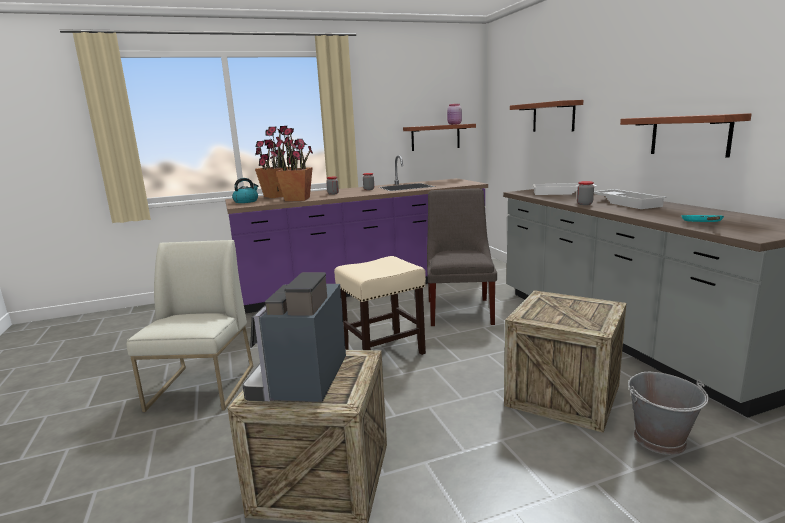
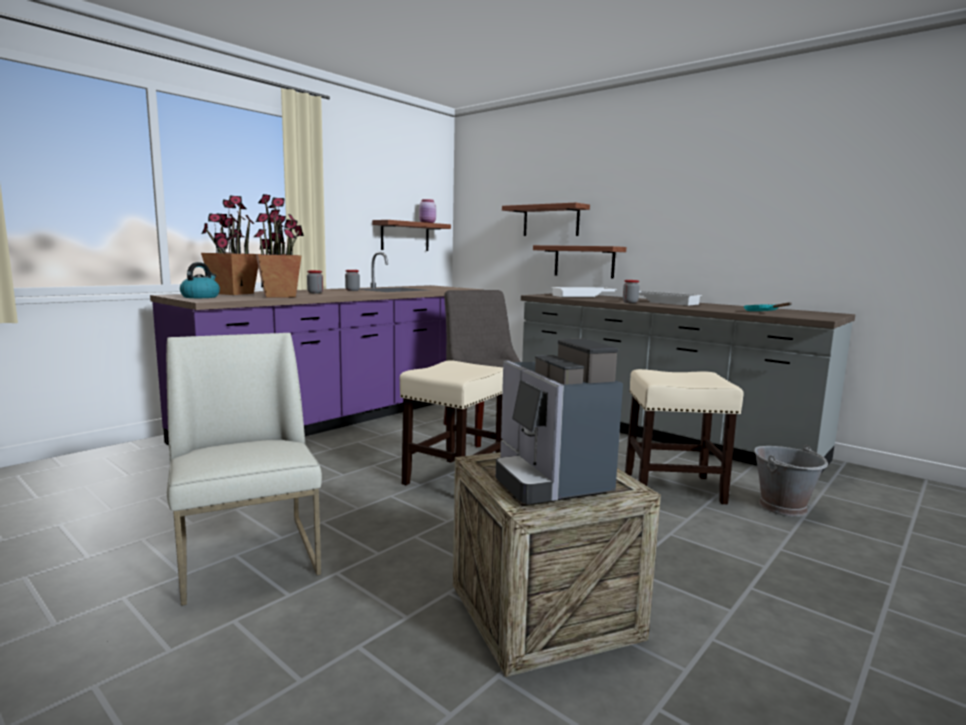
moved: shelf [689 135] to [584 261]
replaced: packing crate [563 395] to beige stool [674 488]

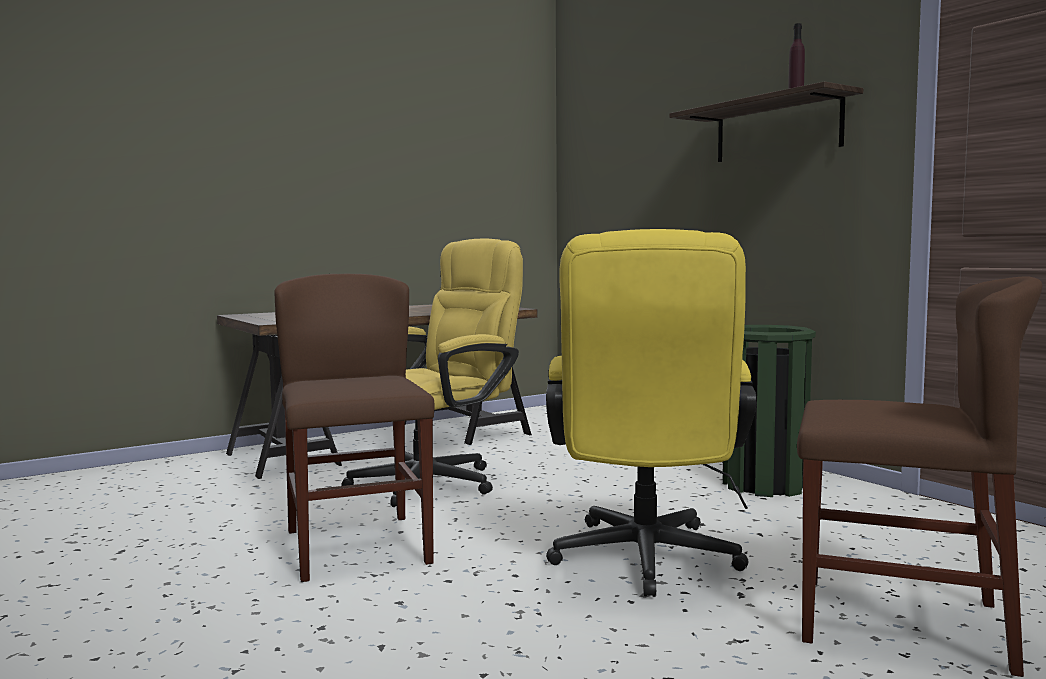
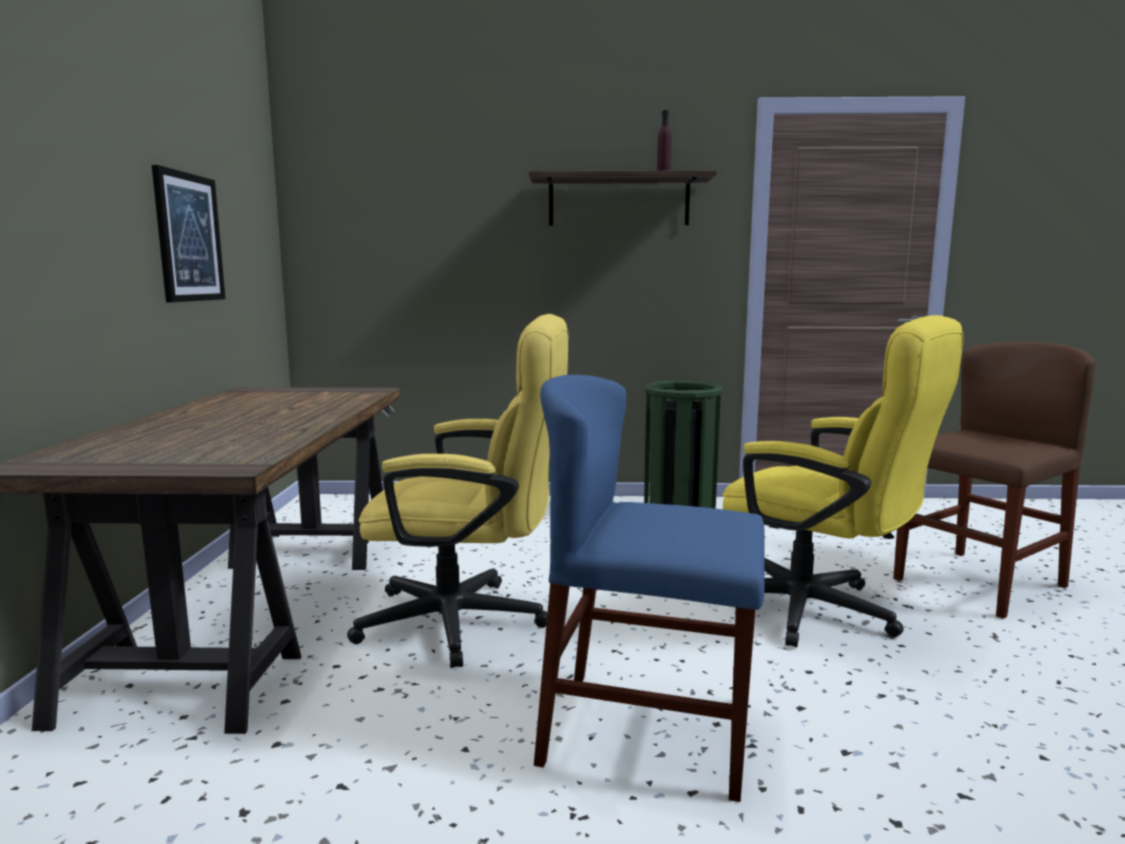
added: wall art [188 237]
recoloured: brownish upright chair [357 547] to blue-coloured upright chair [647 731]
turned: yellow-coloured desk chair [437 481] = [470 622] 105 degrees clockwise

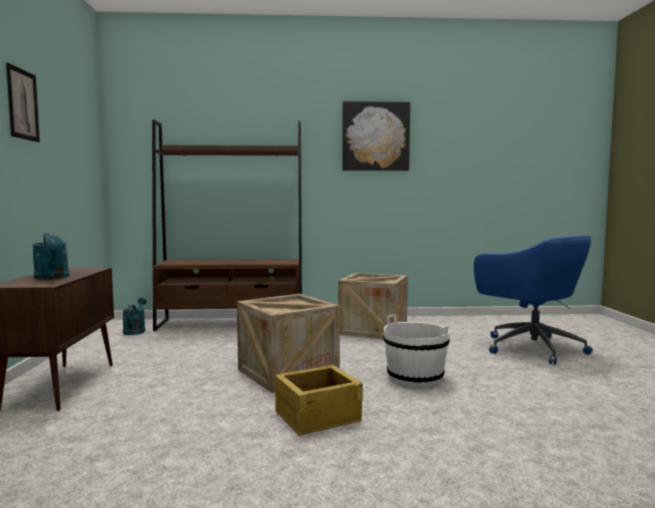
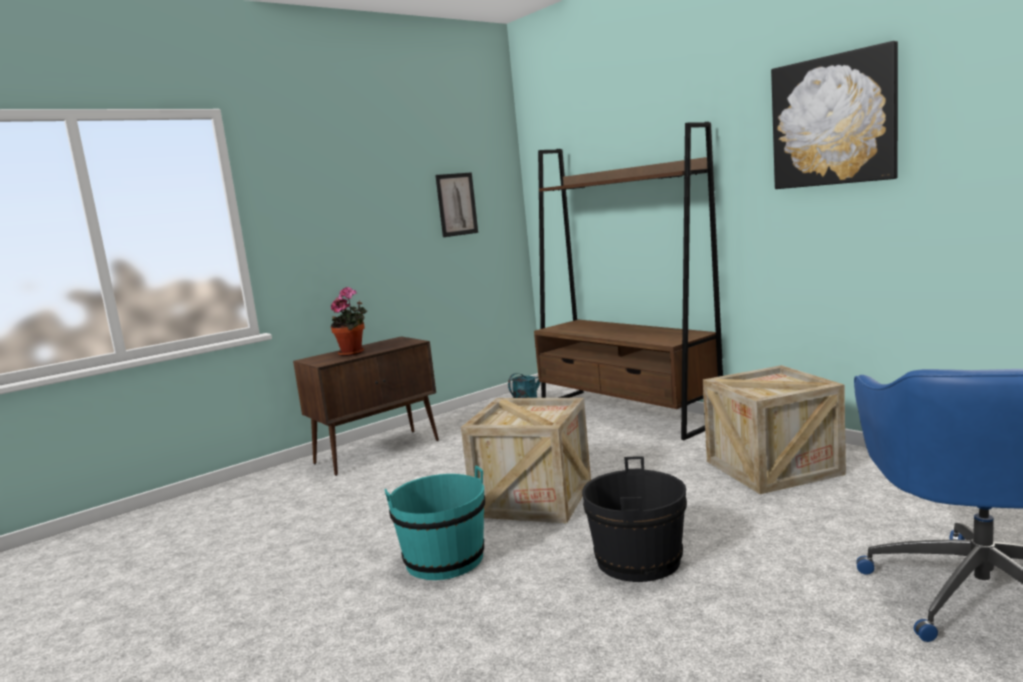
moved: wall art [22 104] to [456 204]
replaced: turquoise-coloured watering pot [53 277] to houseplant [353 353]; packing crate [316 416] to turquoise-coloured pail [444 559]
recoloured: whitish pail [415 377] to black pail [639 560]

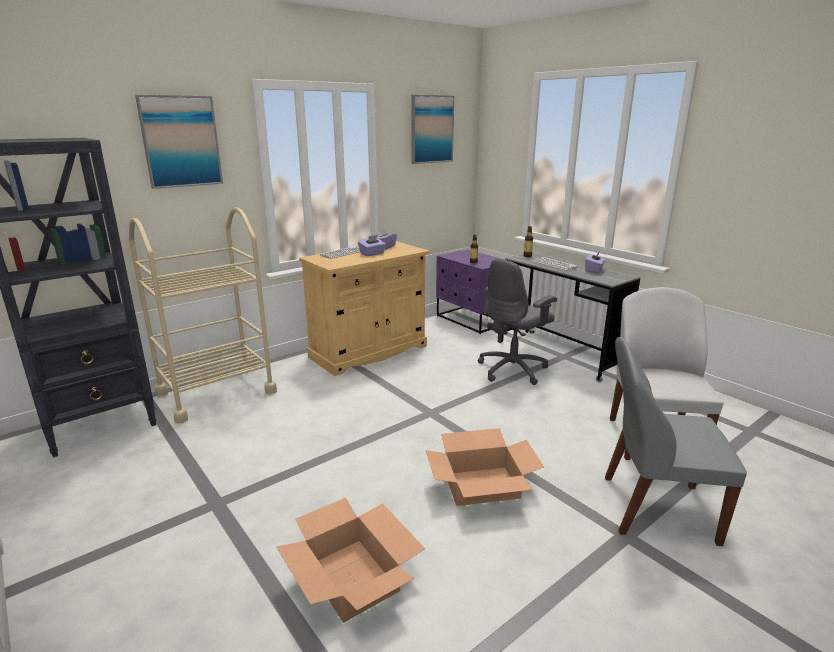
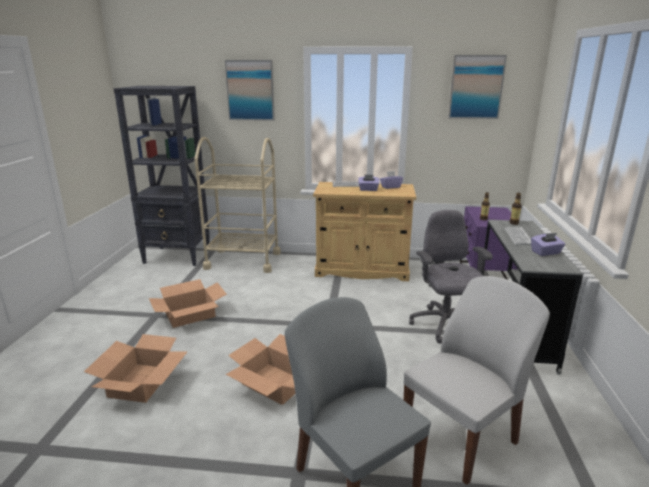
added: cardboard box [190 315]
turned: grey desk chair [513 369] = [444 325] 75 degrees clockwise

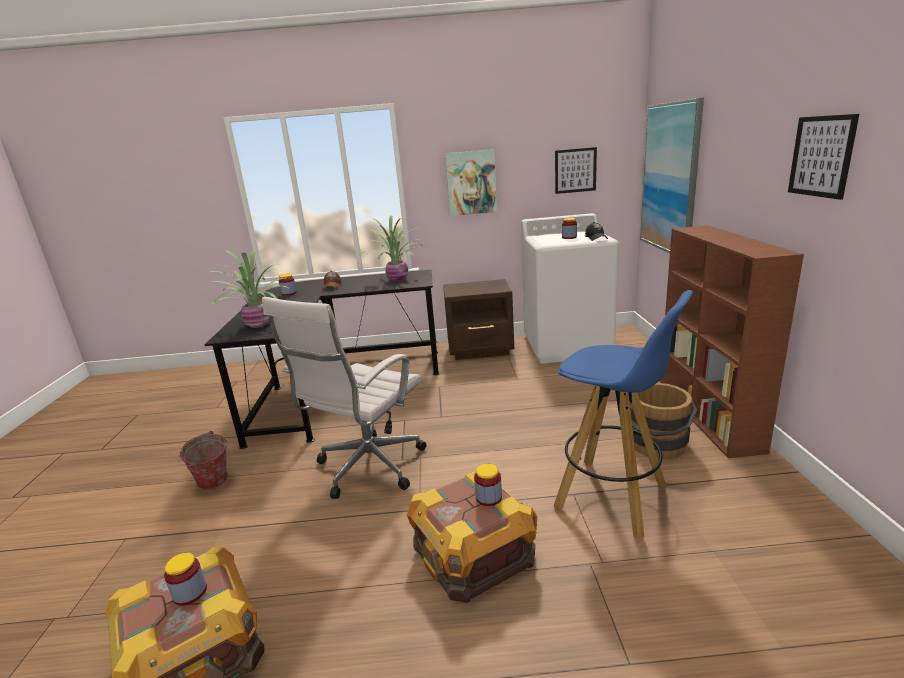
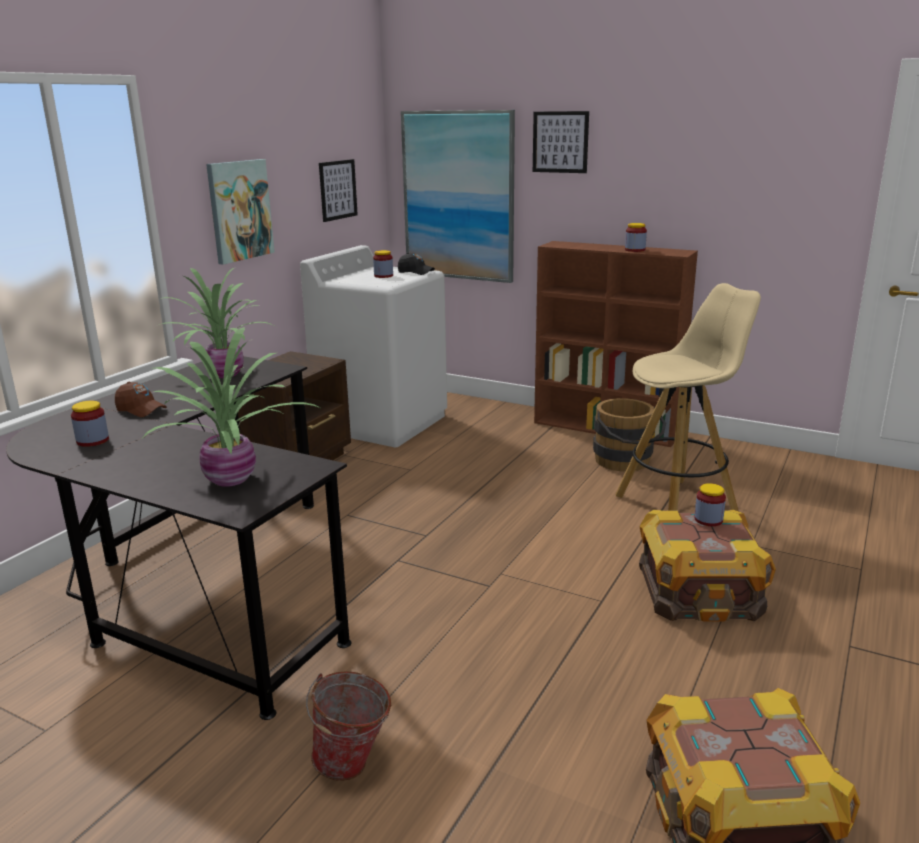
removed: whitish desk chair [367 469]
moved: wall art [821 156] to [560 142]; preserve jar [190 593] to [635 250]
recoloured: blue-coloured stool [613 497] to beige stool [677 505]

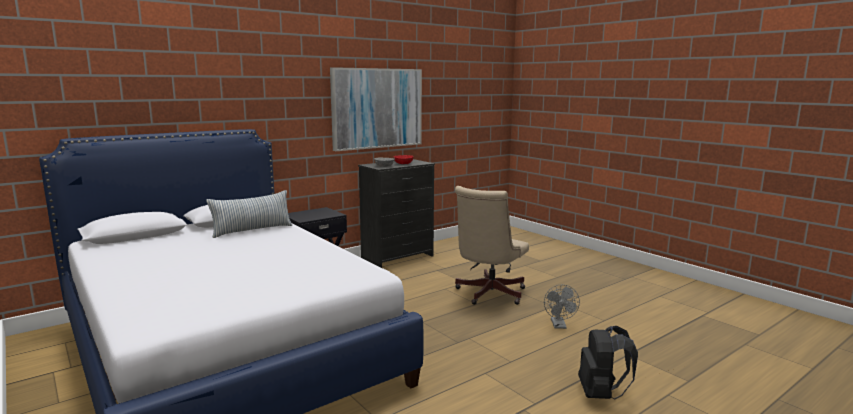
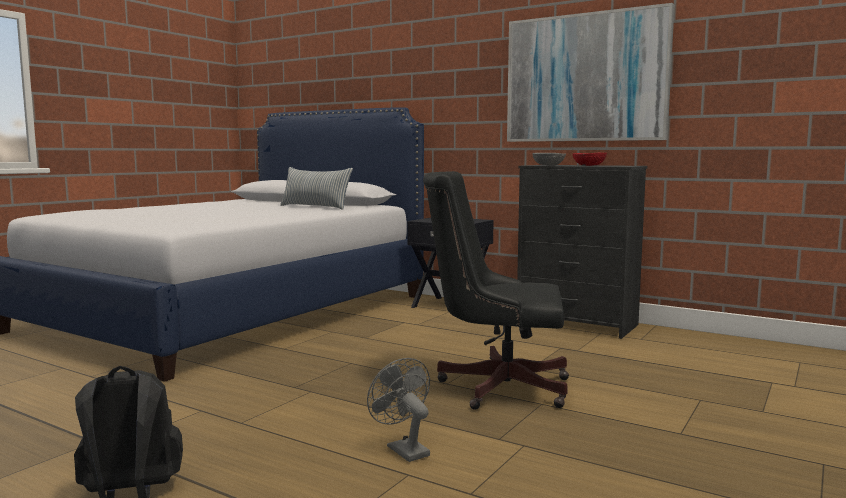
recoloured: beige desk chair [488 294] to black desk chair [496 386]
turned: grey electric fan [559 326] = [403 449] 75 degrees clockwise

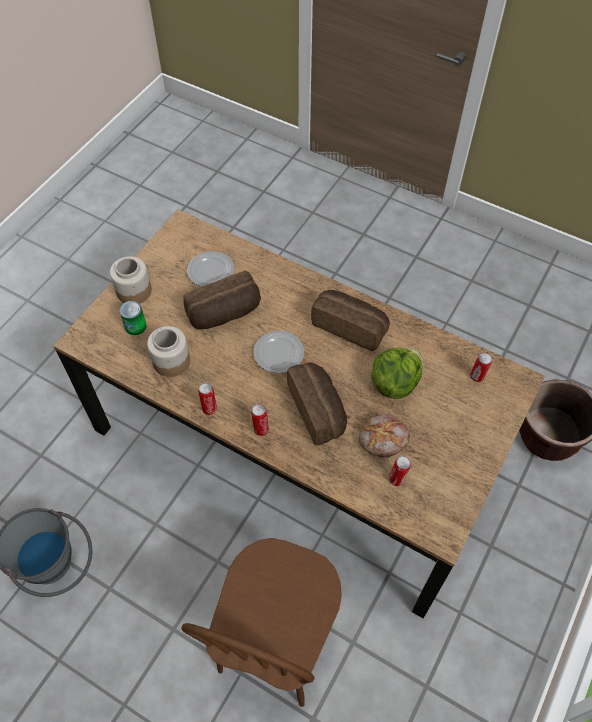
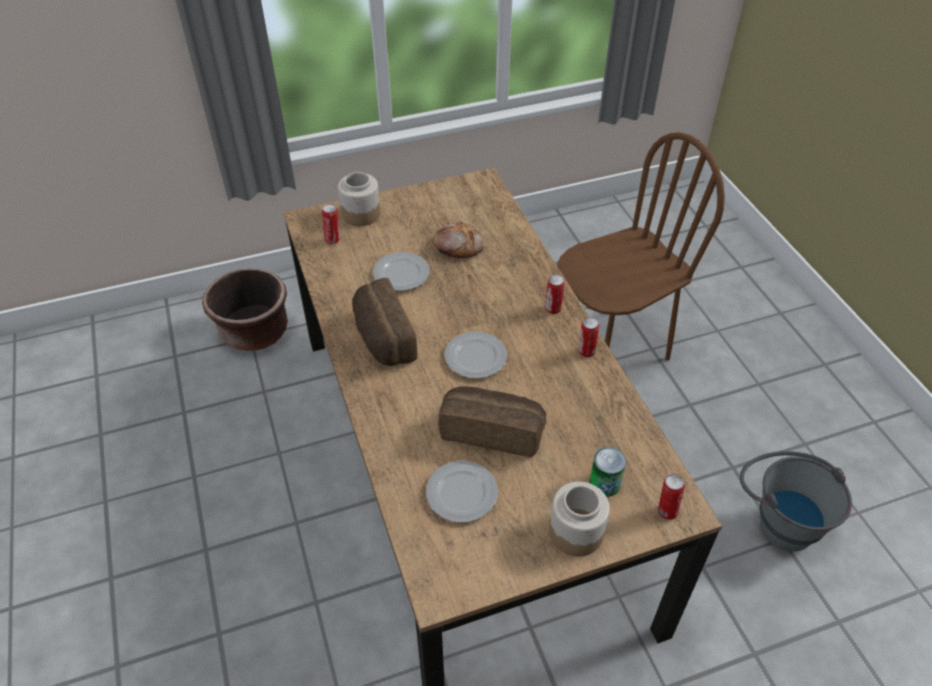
removed: baked bread [319 410]
moved: preserve jar [171 361] to [361 214]; metal can [397 479] to [666 511]
replaced: lettuce head [394 383] to dinner plate [402 274]

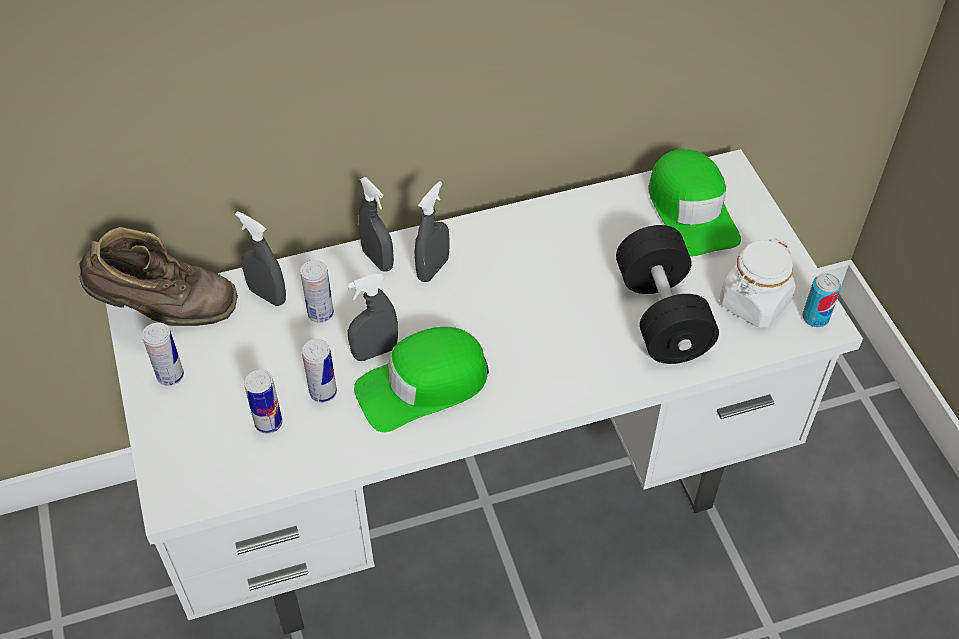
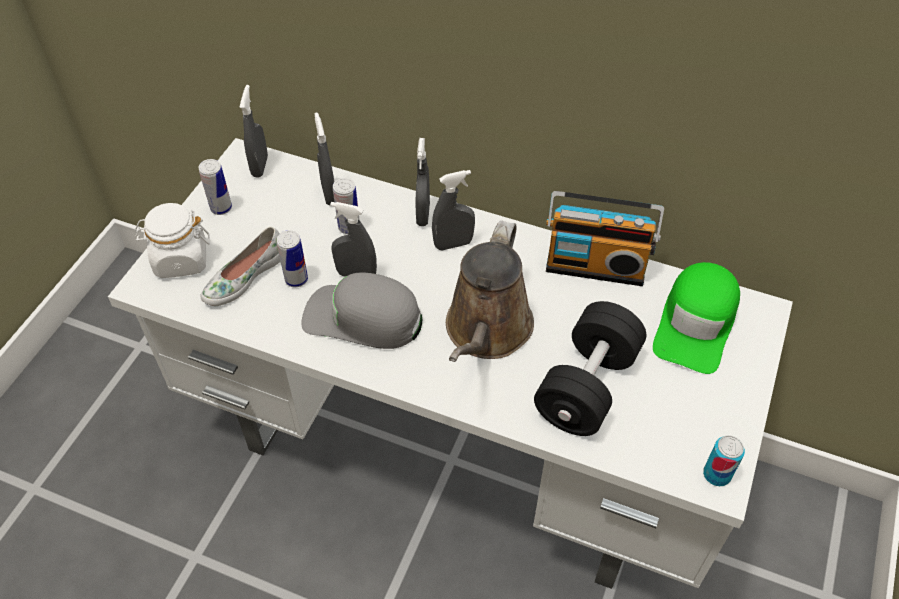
added: radio set [595 265]; brownish watering pot [486 331]
moved: whitish preserve jar [754 303] to [180 259]
replaced: brownish boot [165 312] to grey sprayer [260 166]; metal can [268 423] to whitish item of footwear [244 276]
recoloured: greenish cap [423 386] to grey cap [362 318]

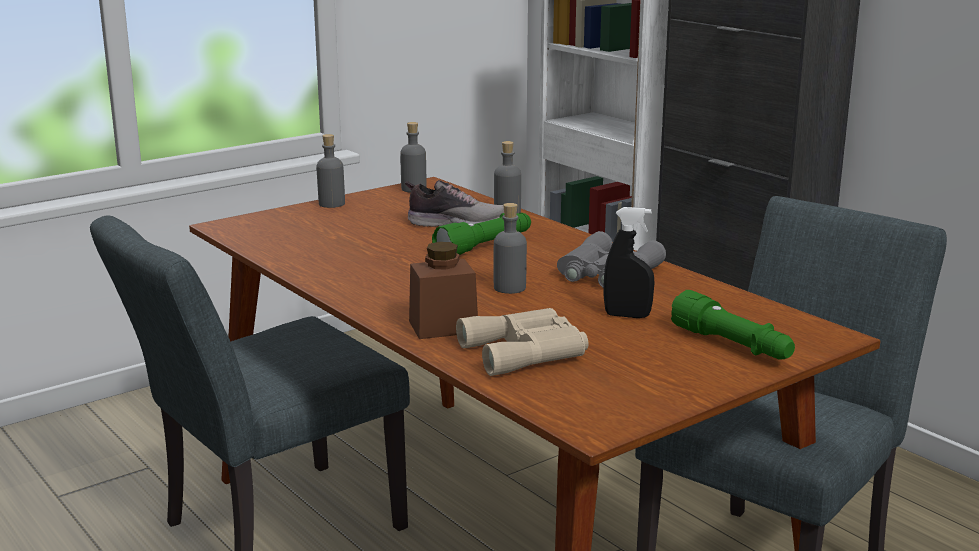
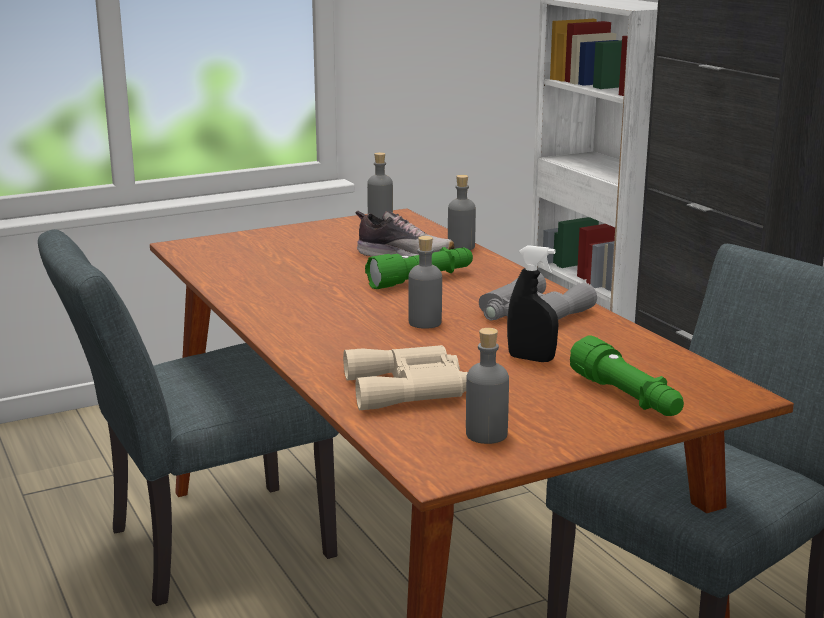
removed: brownish preserve jar [443 327]
moved: grey drink bottle [331 204] to [486 434]

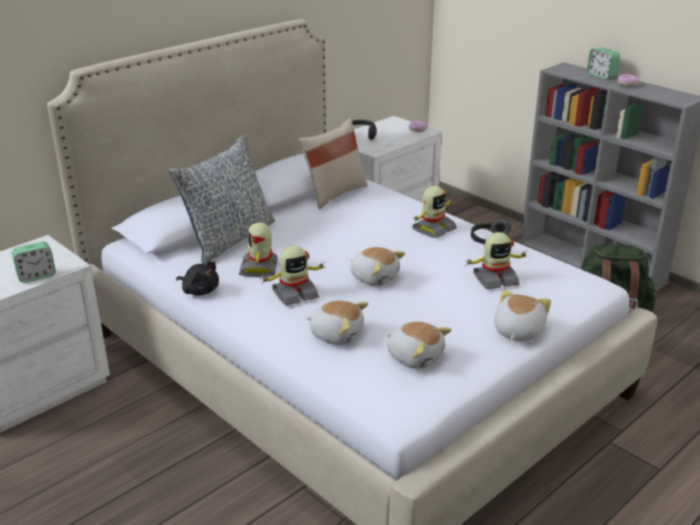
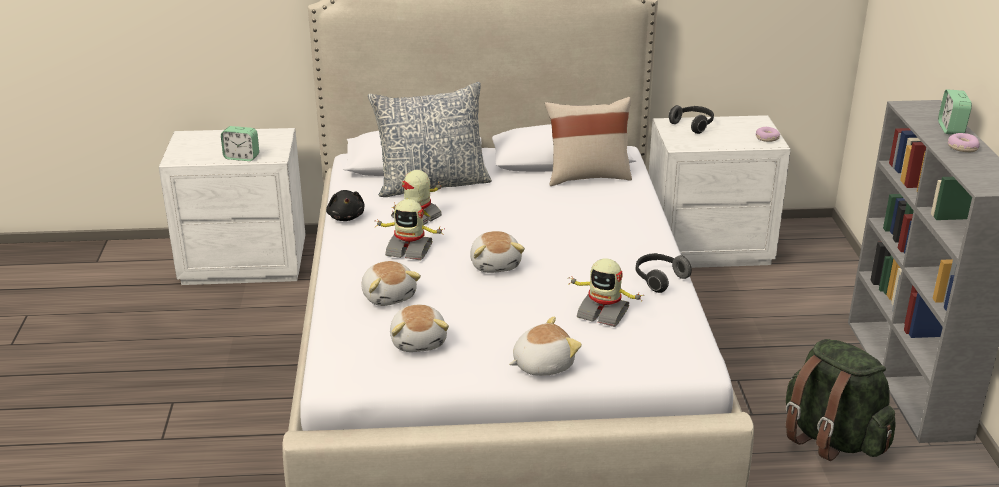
removed: model robot [433 229]

